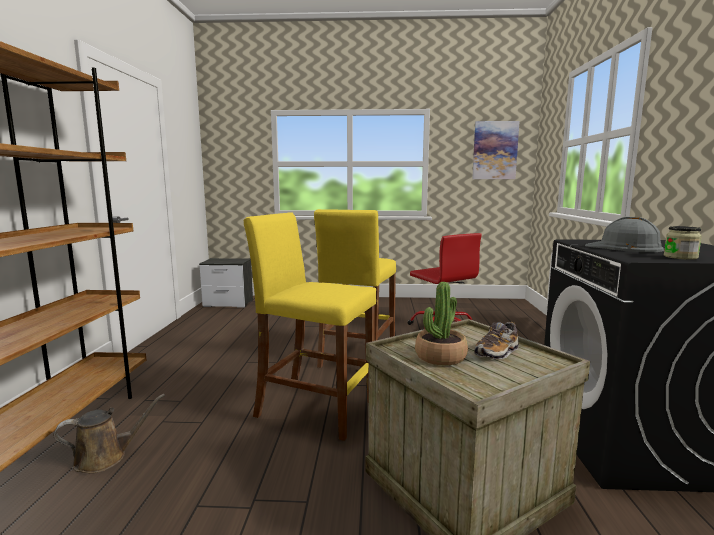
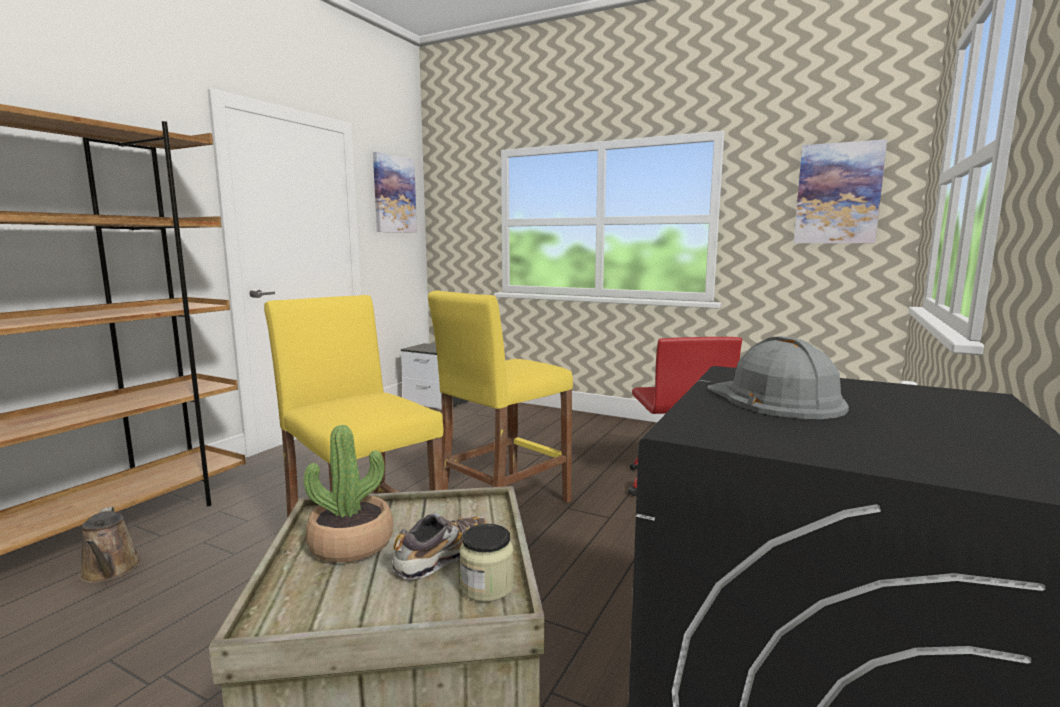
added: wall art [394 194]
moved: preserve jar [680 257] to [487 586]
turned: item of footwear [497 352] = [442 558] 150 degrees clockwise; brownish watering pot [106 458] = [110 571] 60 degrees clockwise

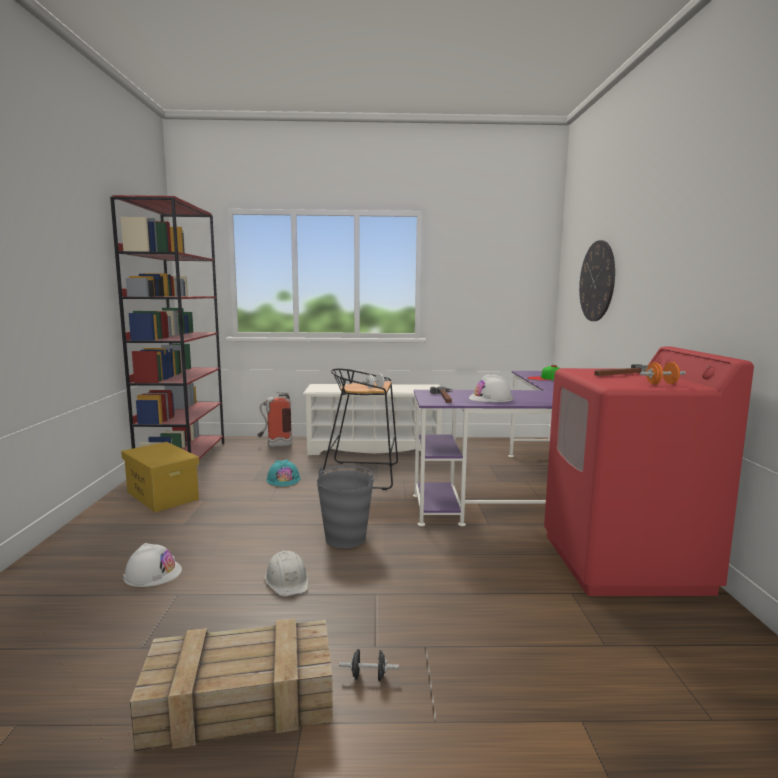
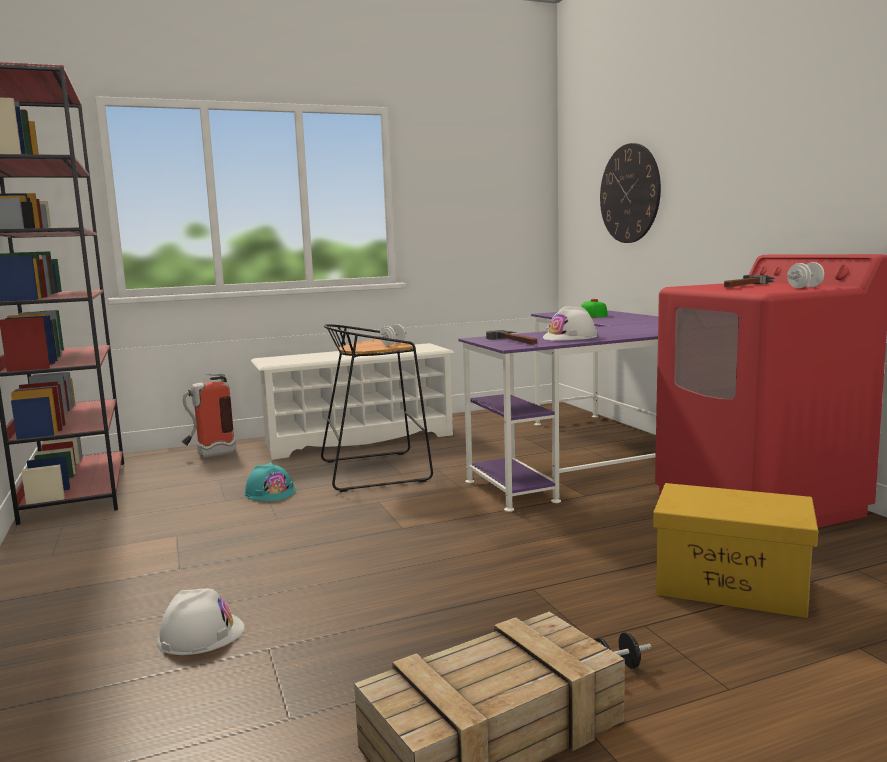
removed: grey pail [346 538]; whitish work helmet [287 580]
moved: yellow-coloured storage box [163 496] to [732 586]
recoloured: orange free weight [661 384] to whitish free weight [805 287]

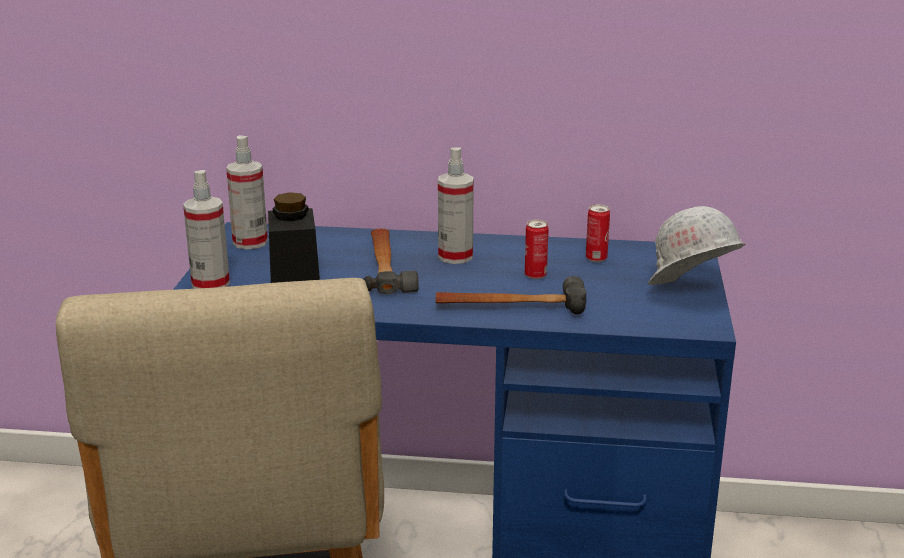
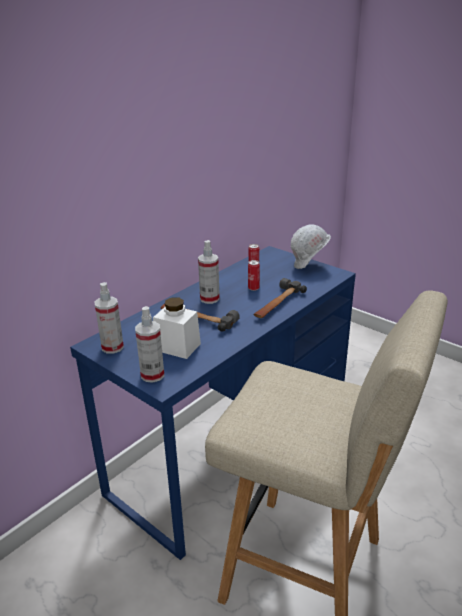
recoloured: black preserve jar [294 277] to whitish preserve jar [177 347]

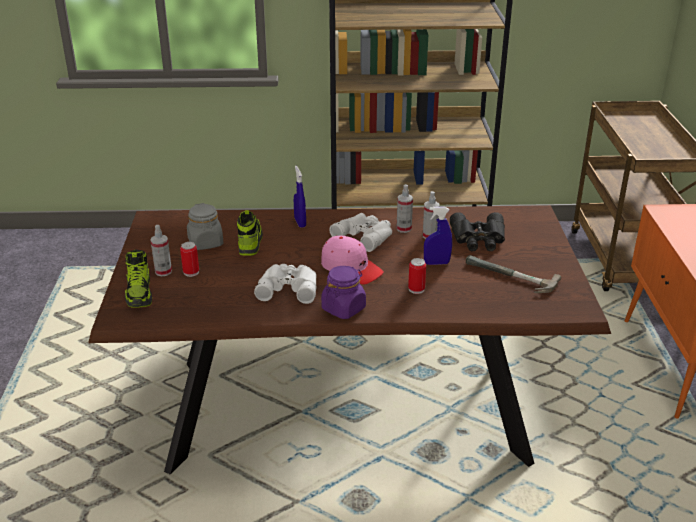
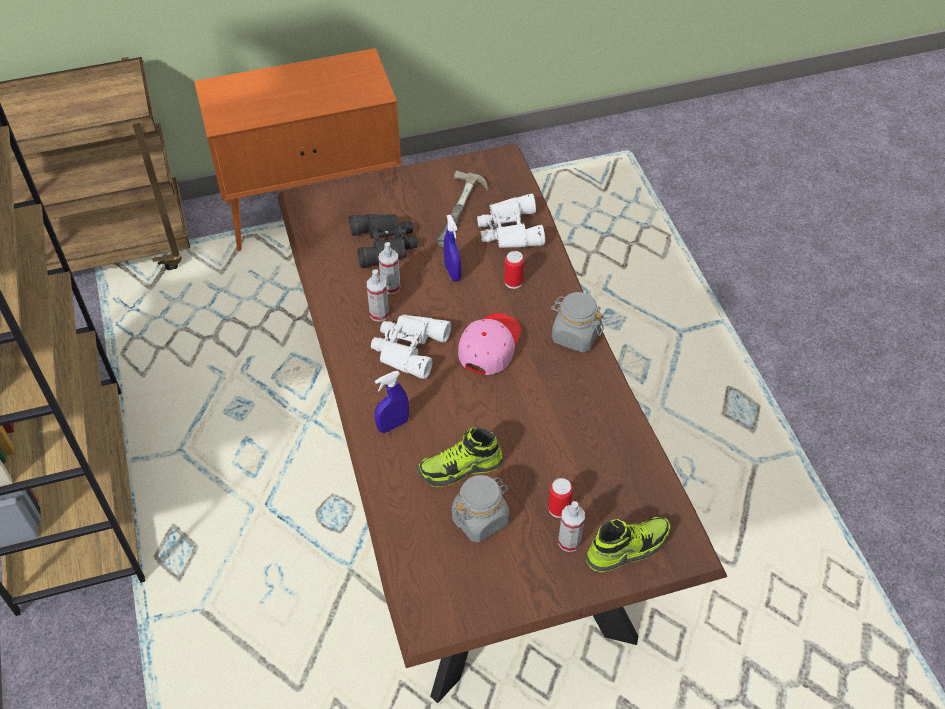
moved: whitish binoculars [288 287] to [508 230]
recoloured: purple preserve jar [343 308] to grey preserve jar [575 335]

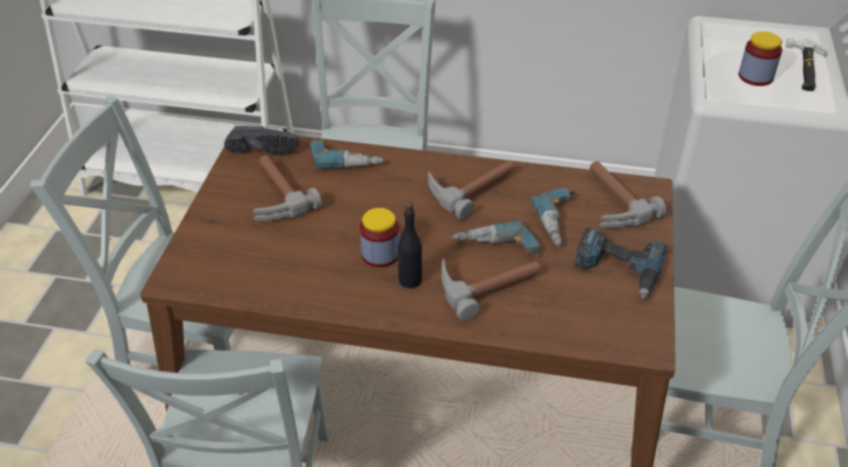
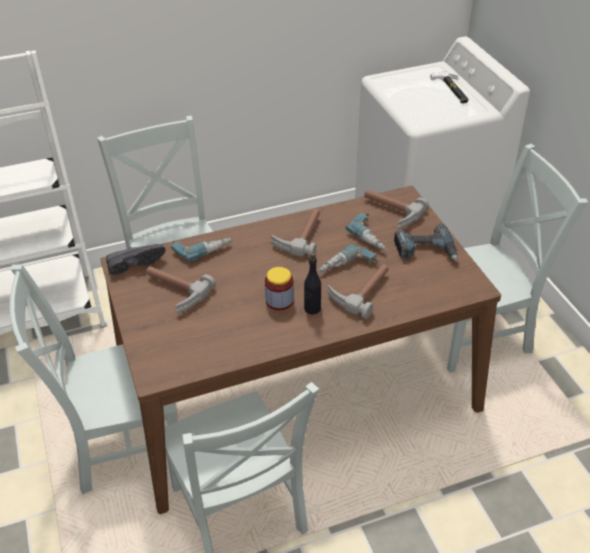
removed: preserve jar [755 77]

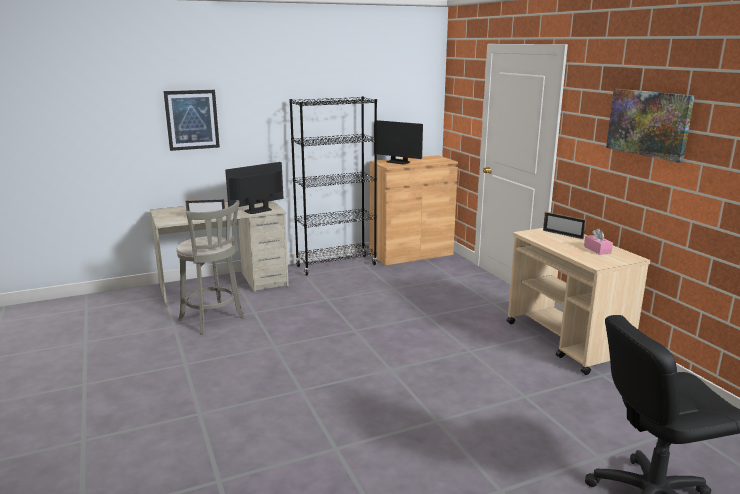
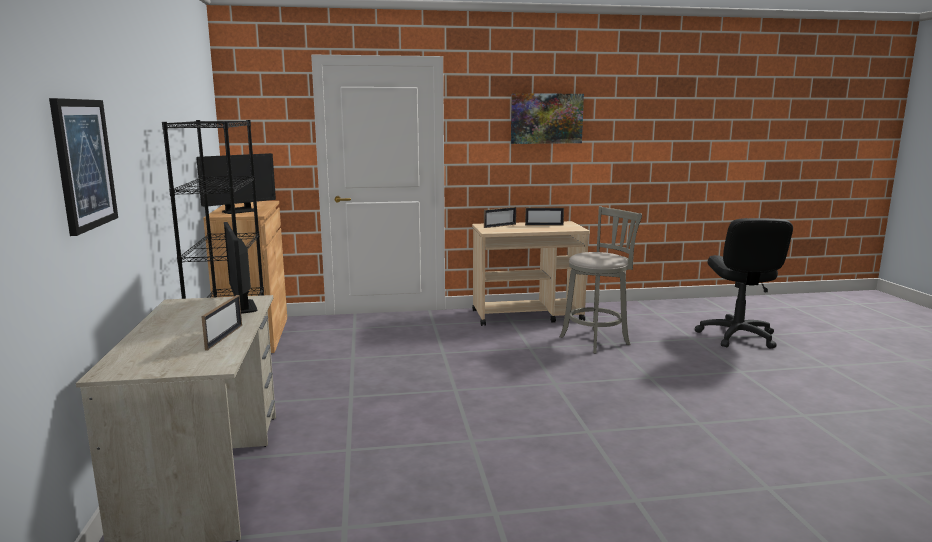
moved: grey stool [213 320] to [597 340]
replaced: pinkish tissue holder [597 250] to standing frame [544 225]

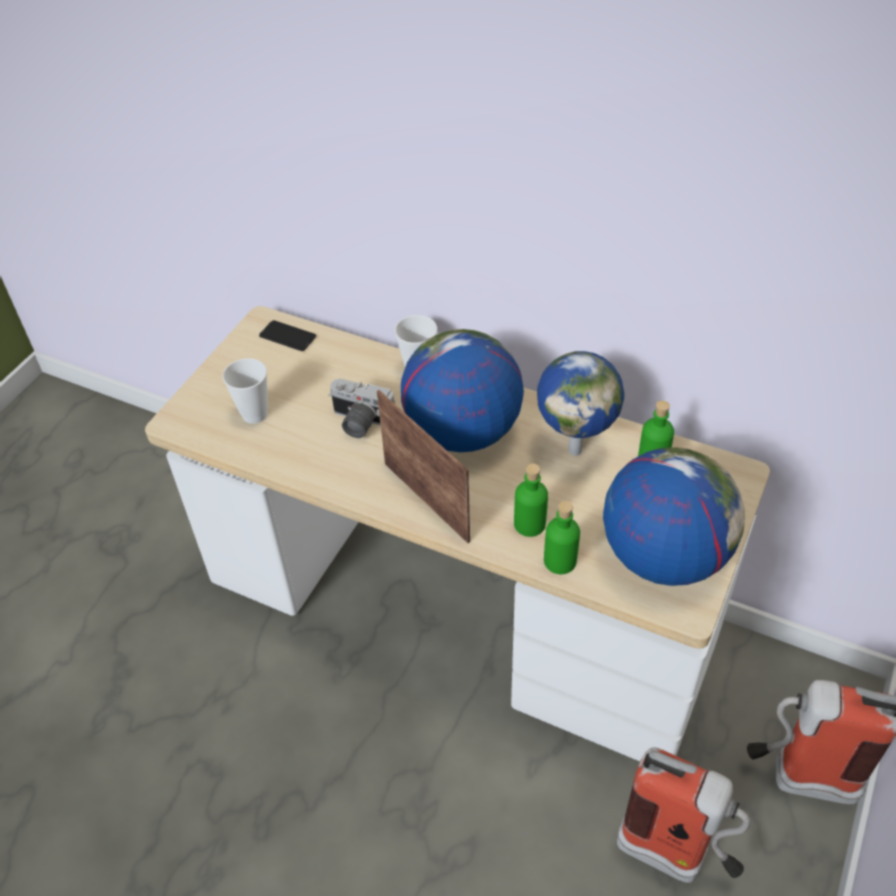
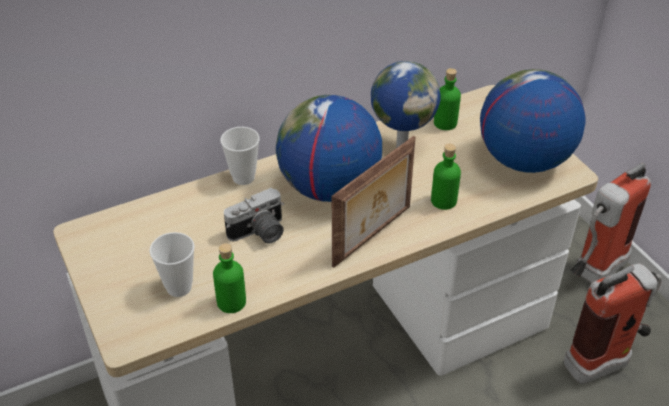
removed: phone [287 336]
moved: greenish drink bottle [560 561] to [231 302]
turned: standing frame [428 500] = [373 236] 135 degrees clockwise

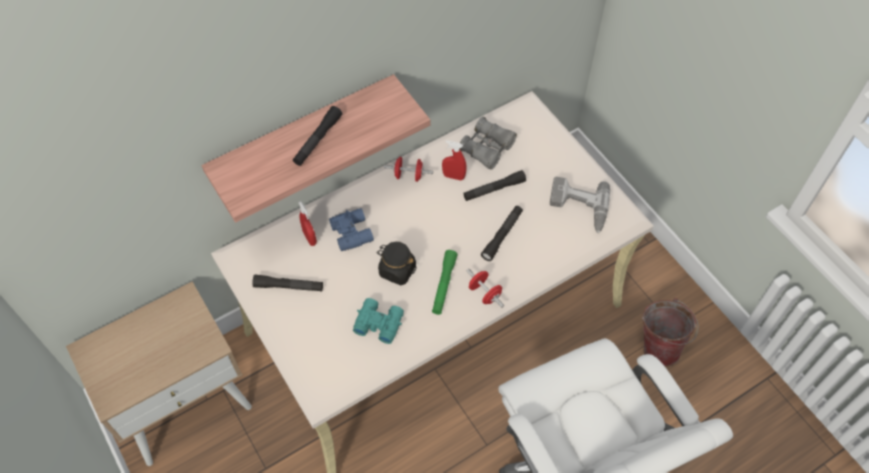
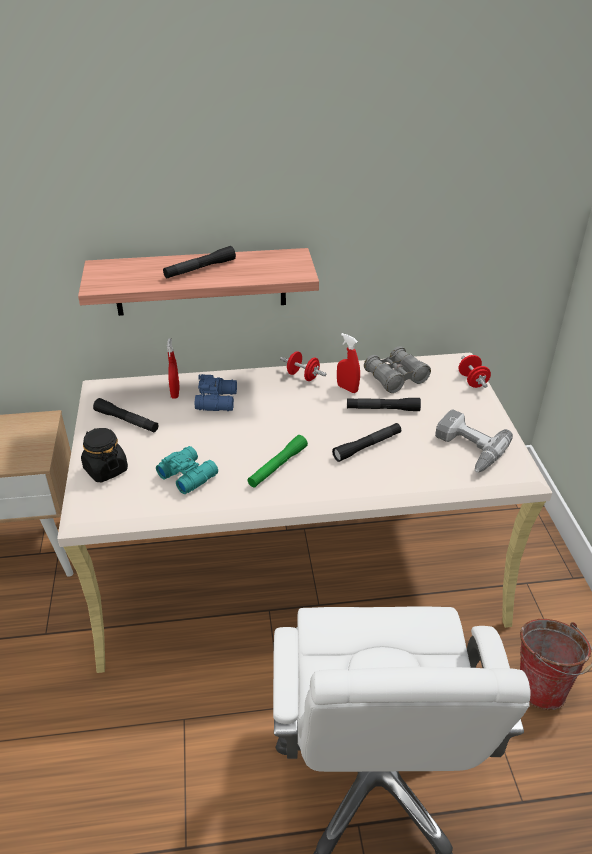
moved: black preserve jar [397 270] to [105 469]; red free weight [484 293] to [472 381]

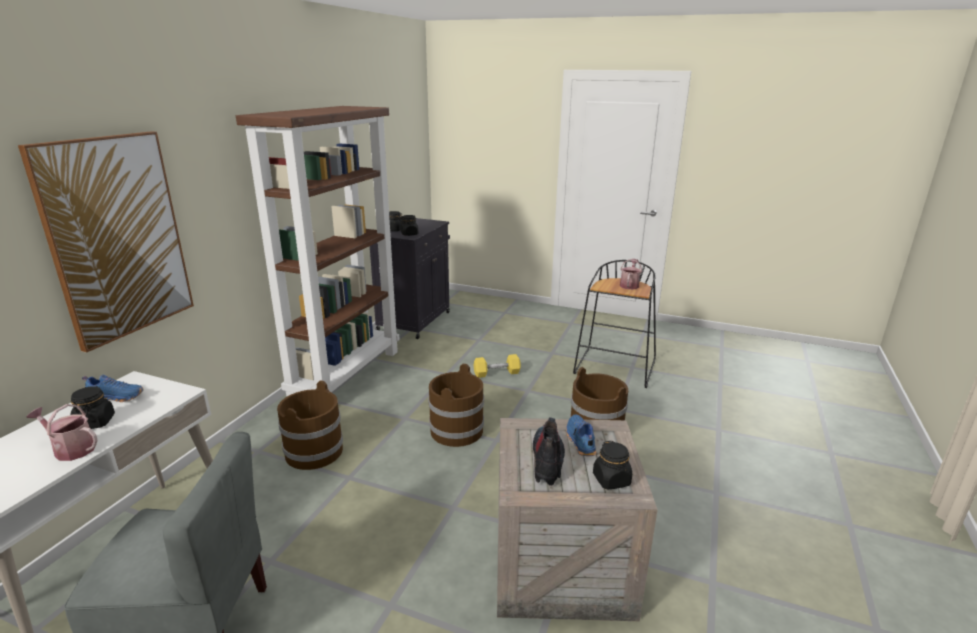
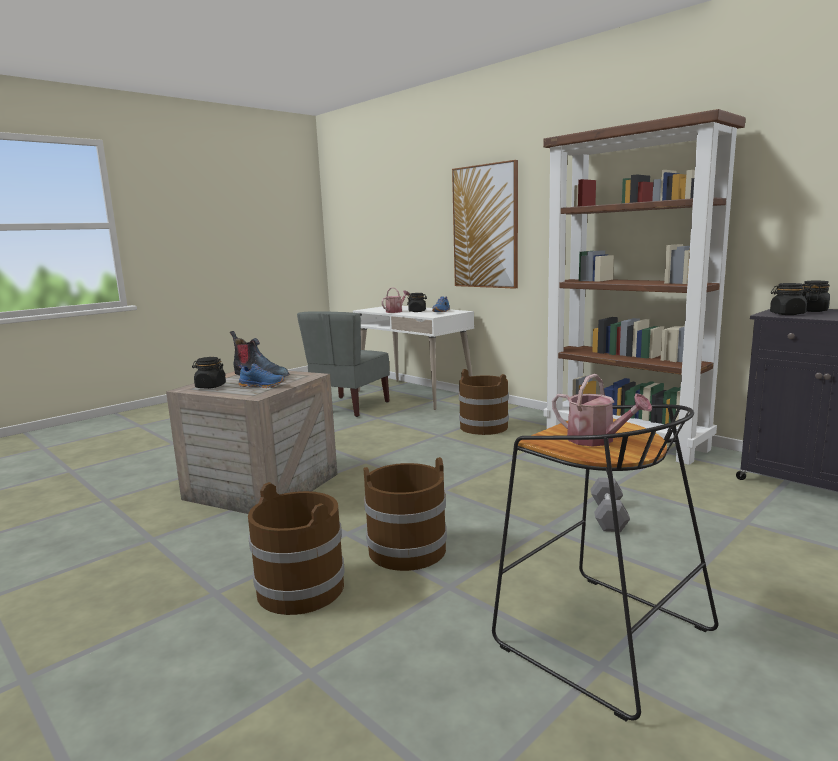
moved: brownish pail [456 430] to [301 588]
recoloured: yellow-coloured free weight [497 373] to grey free weight [608 516]

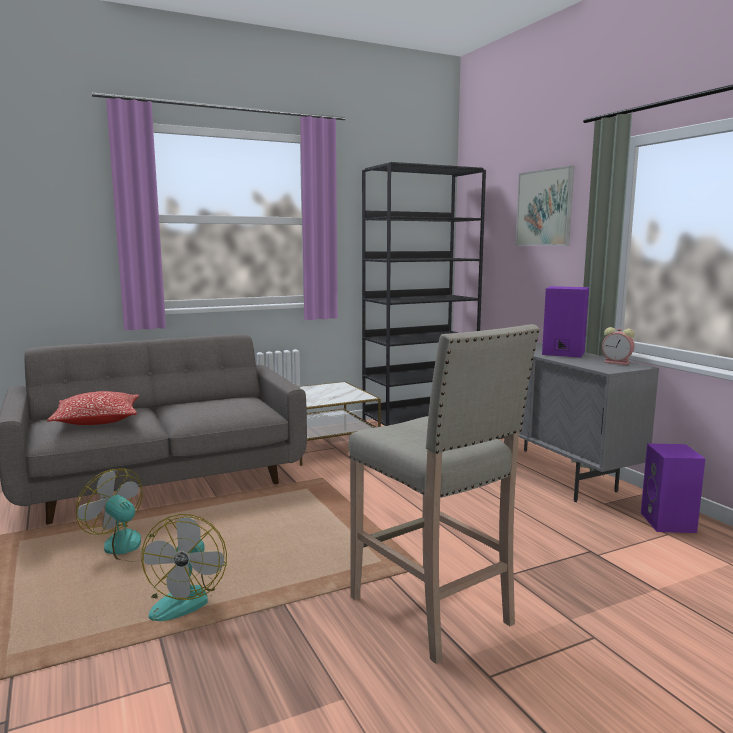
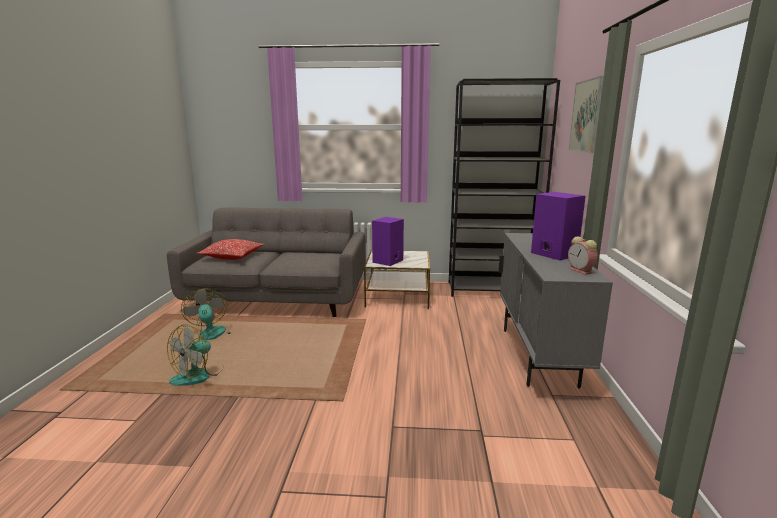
removed: beige stool [432 612]
moved: purple loudspeaker [669 523] to [388 261]

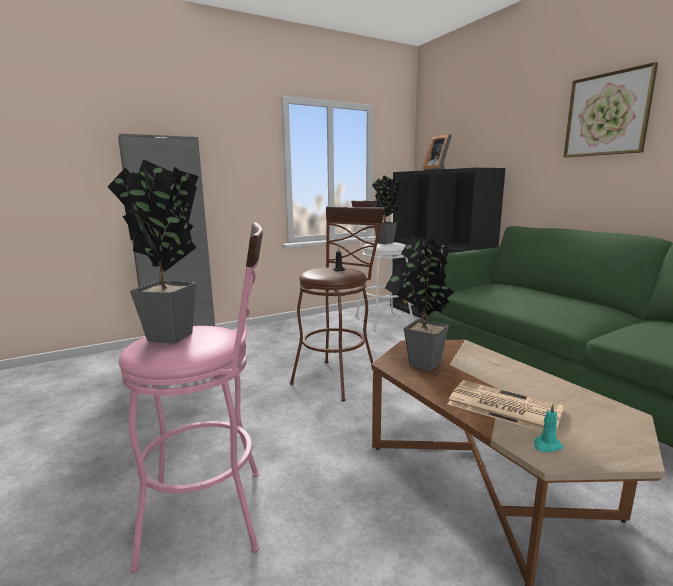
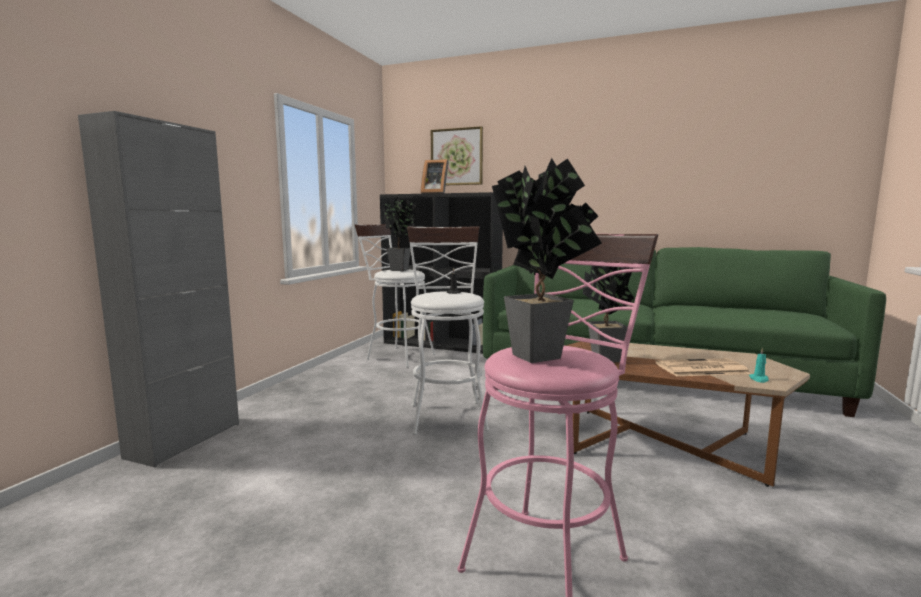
moved: wall art [607 114] to [456 157]
recoloured: brownish stool [338 376] to whitish stool [447 414]

